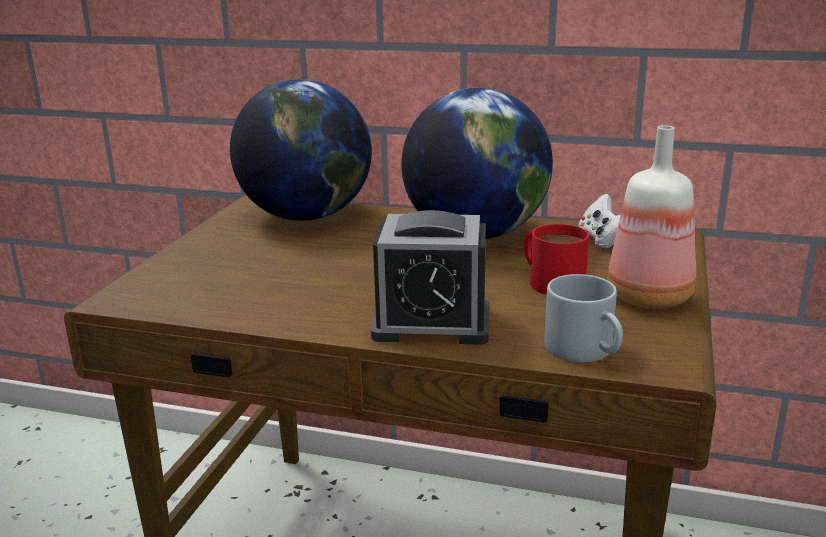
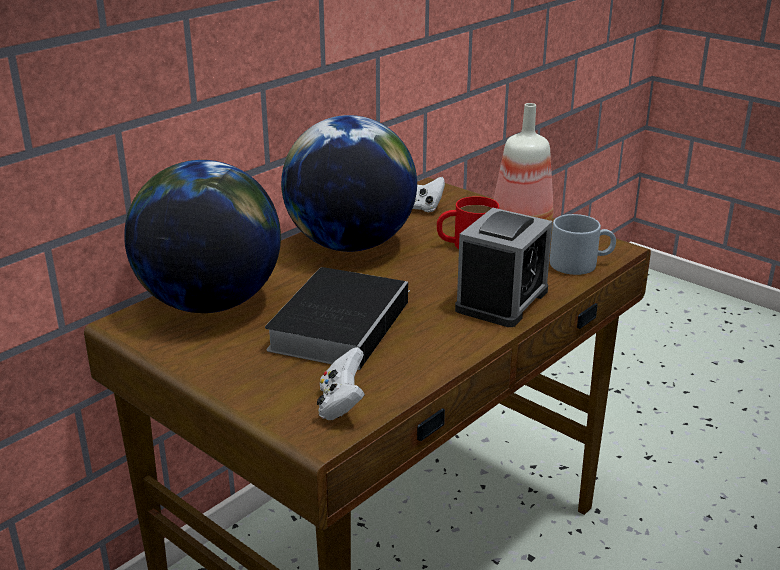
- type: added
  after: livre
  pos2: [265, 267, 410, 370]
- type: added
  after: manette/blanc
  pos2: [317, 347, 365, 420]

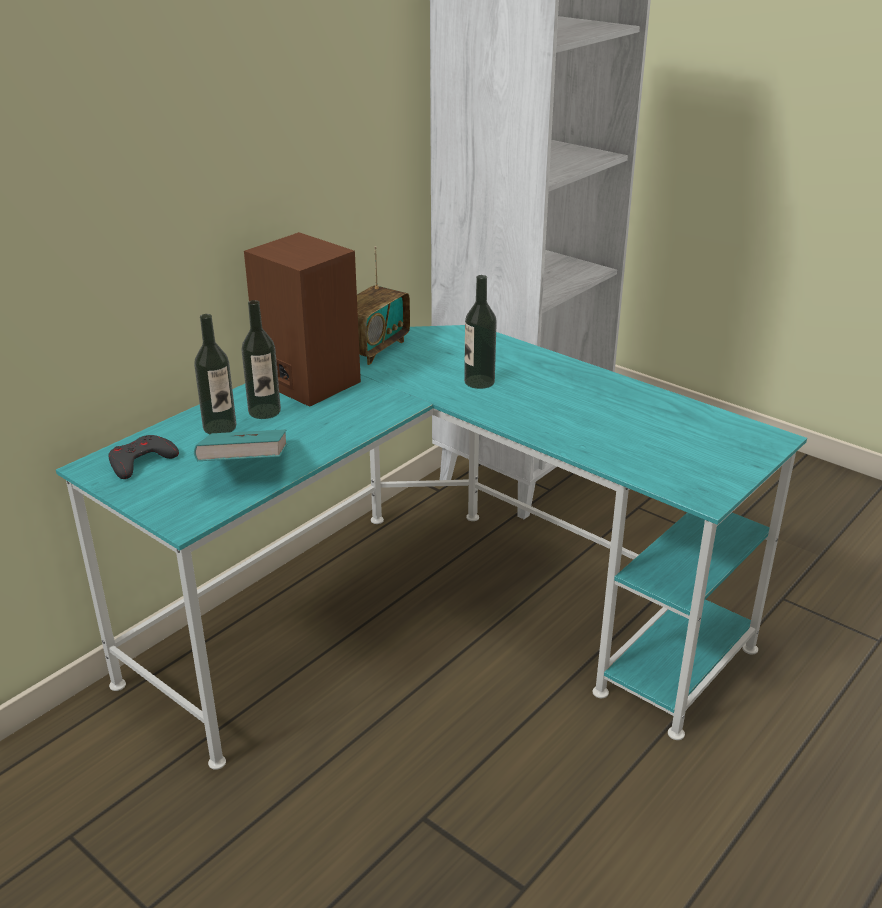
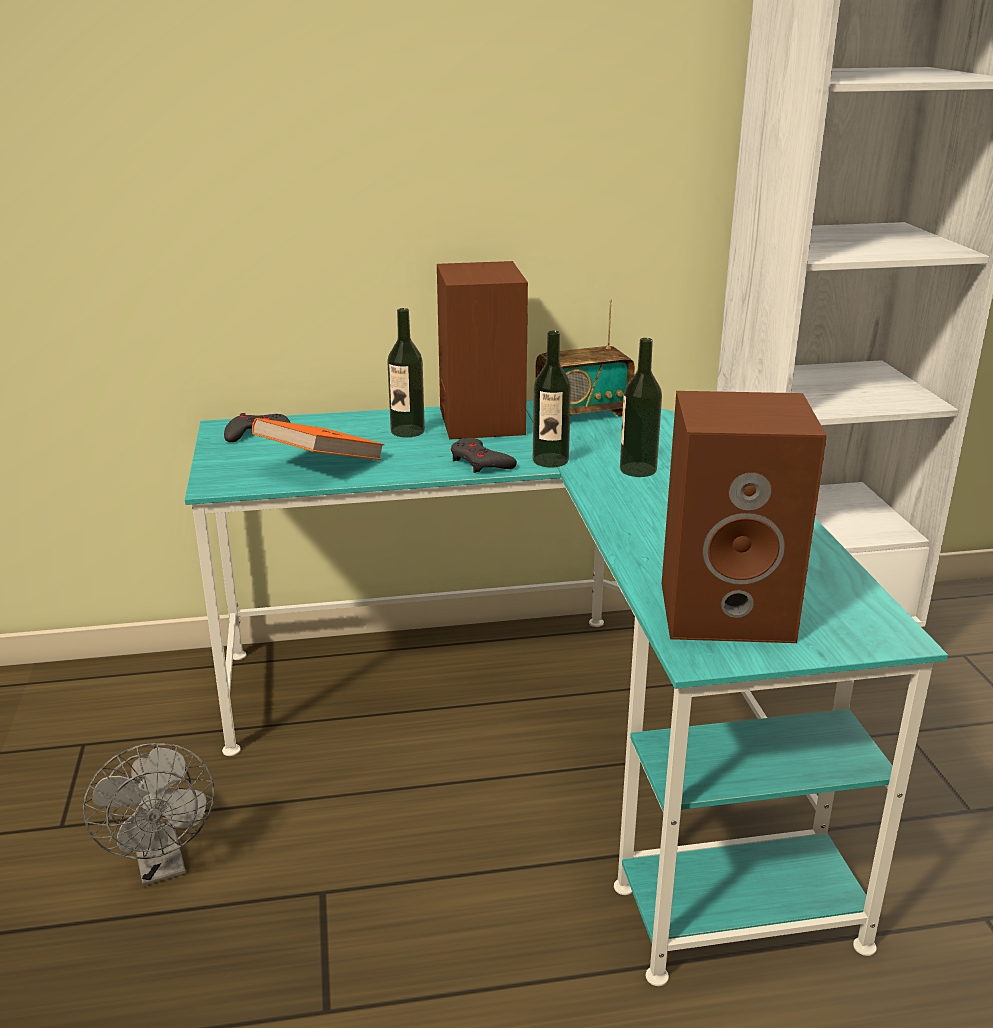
- type: moved
  before: bouteille
  pos1: [194, 314, 236, 434]
  pos2: [533, 330, 571, 468]
- type: recoloured
  before: livre/turquoise
  after: livre/orange
  pos1: [194, 429, 287, 461]
  pos2: [252, 418, 385, 460]
- type: added
  after: ventilateur/gris
  pos2: [83, 743, 215, 886]
- type: added
  after: manette/gris
  pos2: [451, 438, 517, 473]
- type: added
  after: enceinte/marron
  pos2: [662, 391, 827, 643]

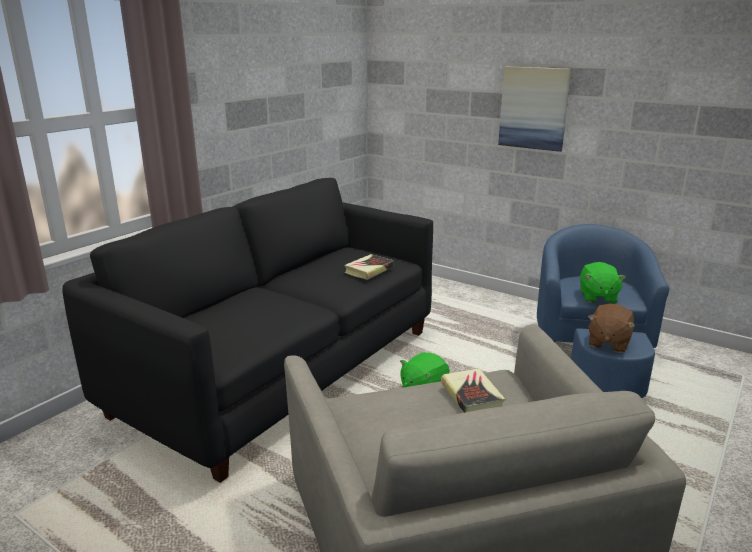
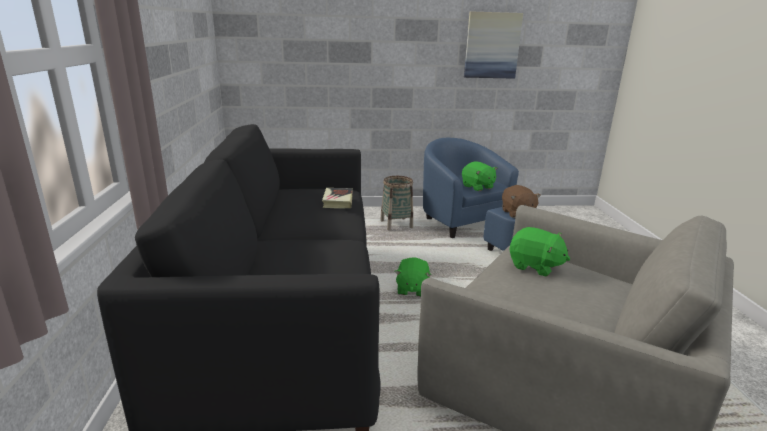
- type: replaced
  before: livre
  after: peluche/vert
  pos1: [441, 368, 505, 413]
  pos2: [510, 227, 570, 276]
- type: moved
  before: tableau
  pos1: [498, 66, 571, 152]
  pos2: [464, 11, 523, 79]
- type: added
  after: panier
  pos2: [380, 176, 413, 231]

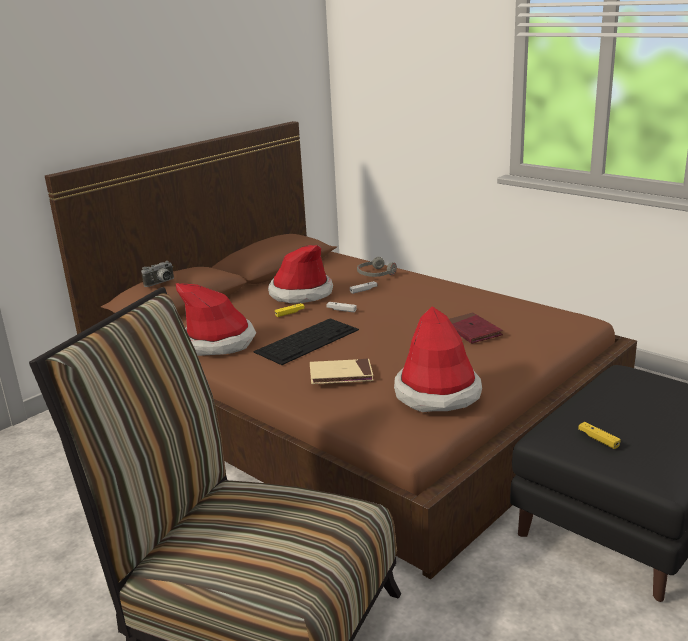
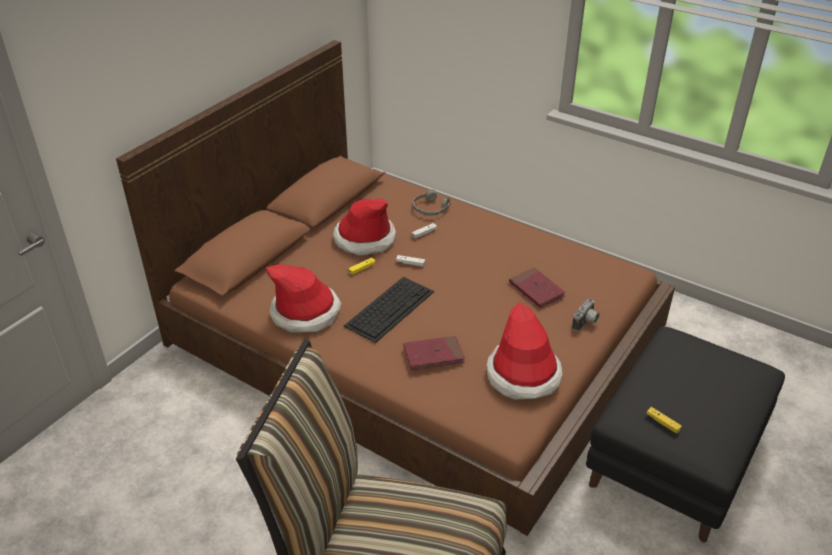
- type: moved
  before: appareil photo
  pos1: [141, 261, 174, 287]
  pos2: [572, 299, 599, 331]
- type: recoloured
  before: livre/beige
  after: livre/rouge
  pos1: [310, 358, 373, 384]
  pos2: [403, 336, 465, 370]

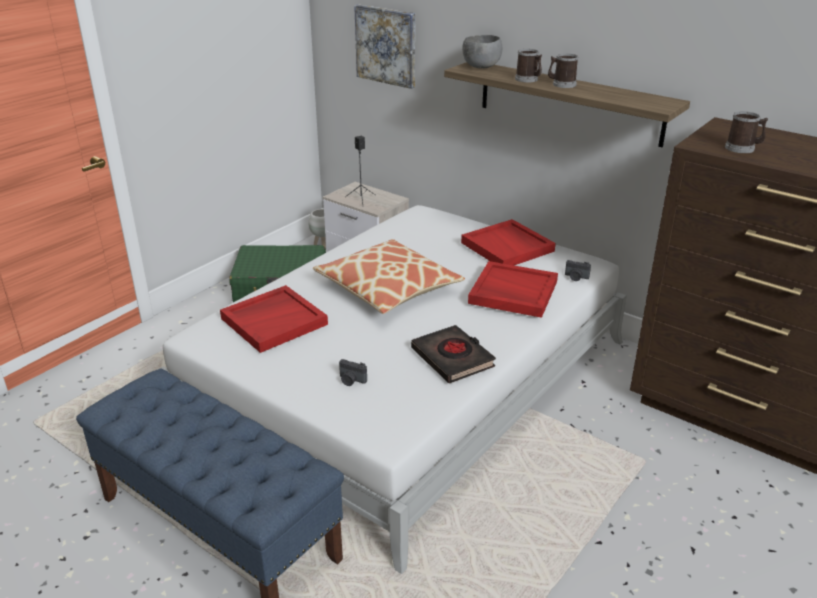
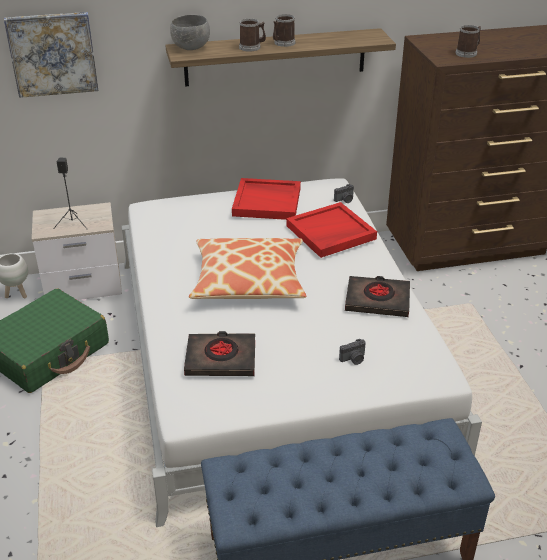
- type: replaced
  before: plateau/rouge
  after: livre/noir
  pos1: [220, 285, 328, 353]
  pos2: [184, 331, 255, 376]

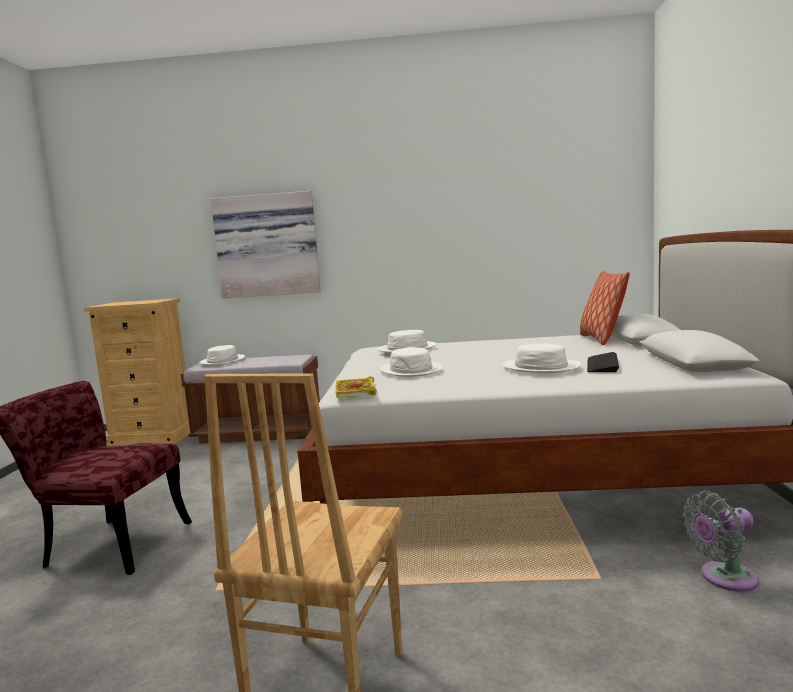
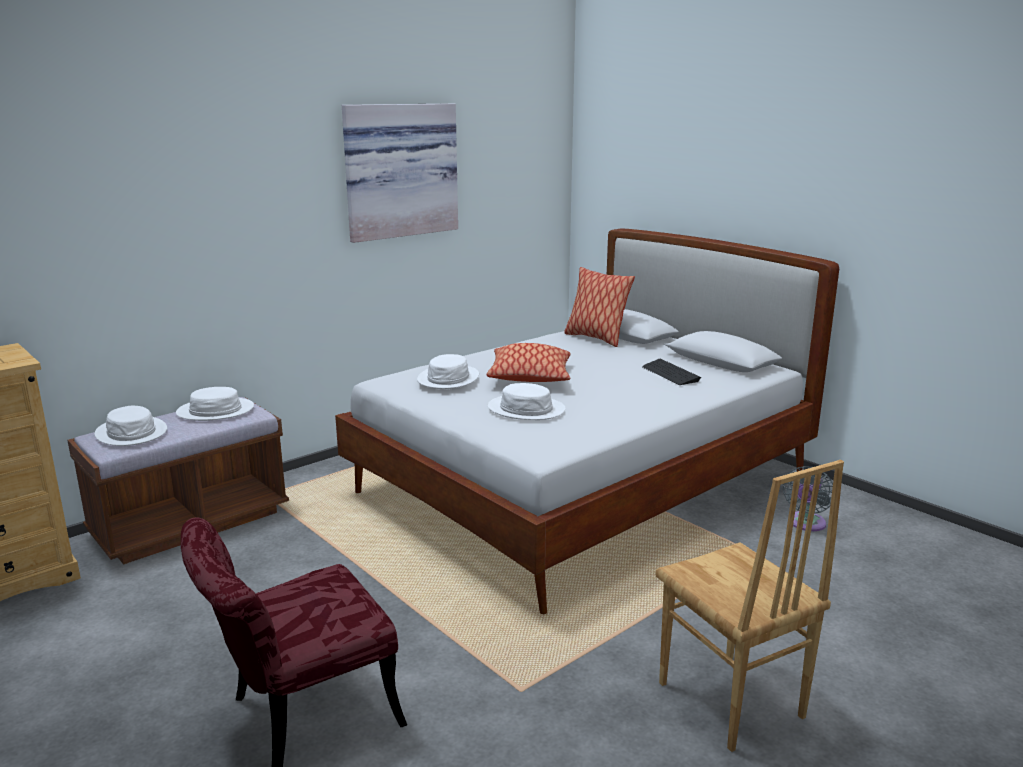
- type: moved
  before: tableau
  pos1: [211, 191, 321, 298]
  pos2: [342, 103, 458, 243]
- type: removed
  before: livre
  pos1: [335, 376, 377, 398]
- type: moved
  before: chapeau/blanc
  pos1: [502, 344, 581, 373]
  pos2: [176, 387, 254, 421]
- type: added
  after: coussin
  pos2: [487, 343, 571, 382]

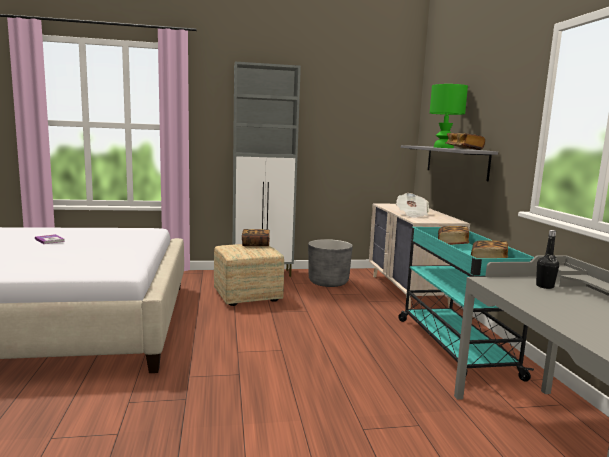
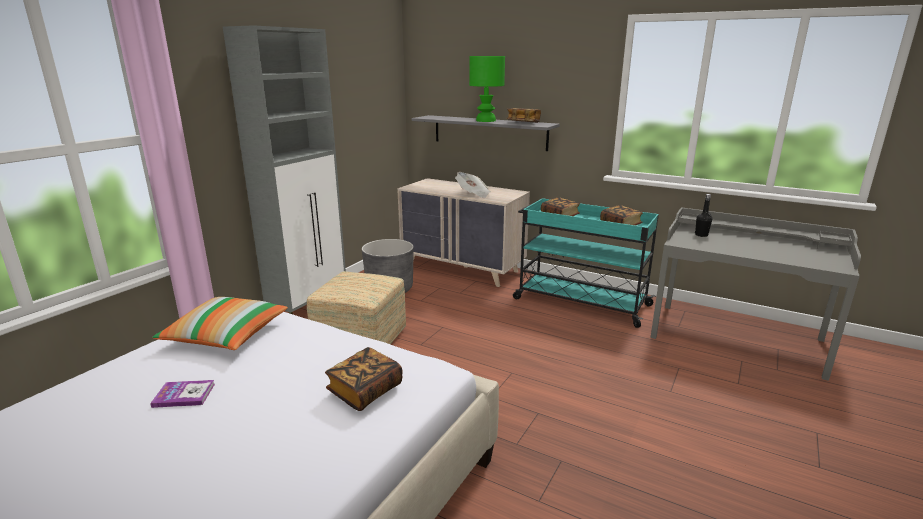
- type: moved
  before: livre
  pos1: [242, 229, 270, 246]
  pos2: [325, 347, 402, 411]
- type: added
  after: coussin
  pos2: [152, 297, 288, 350]

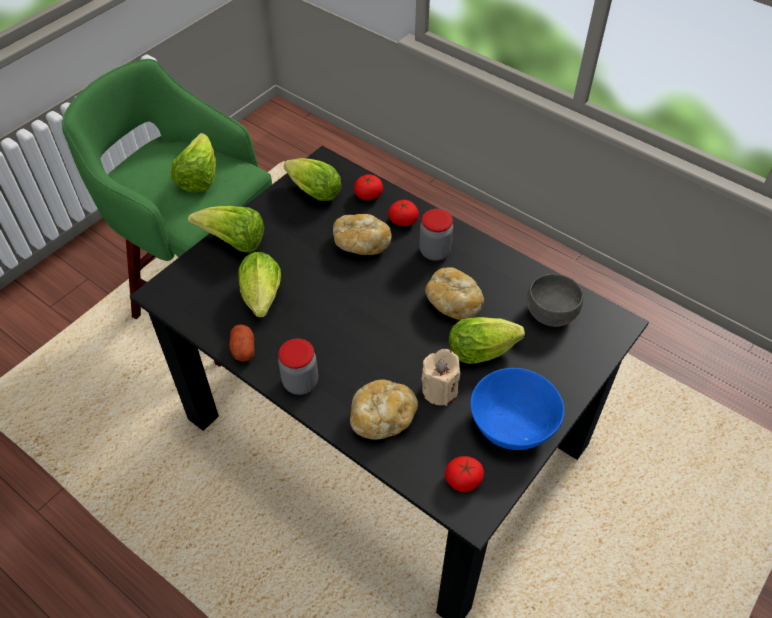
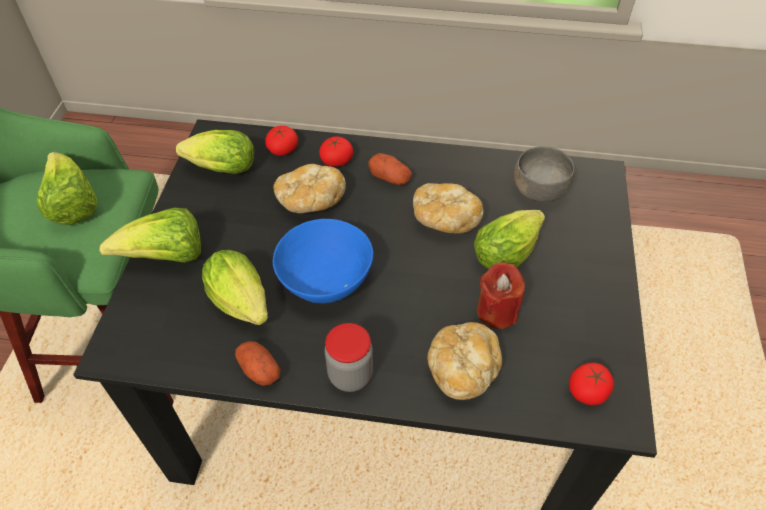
- type: replaced
  before: bocal
  after: pomme de terre
  pos1: [419, 209, 453, 261]
  pos2: [368, 153, 412, 185]
- type: recoloured
  before: bougie/beige
  after: bougie/rouge
  pos1: [422, 349, 460, 406]
  pos2: [477, 262, 525, 329]
- type: moved
  before: bol/bleu
  pos1: [470, 368, 564, 450]
  pos2: [273, 219, 374, 303]

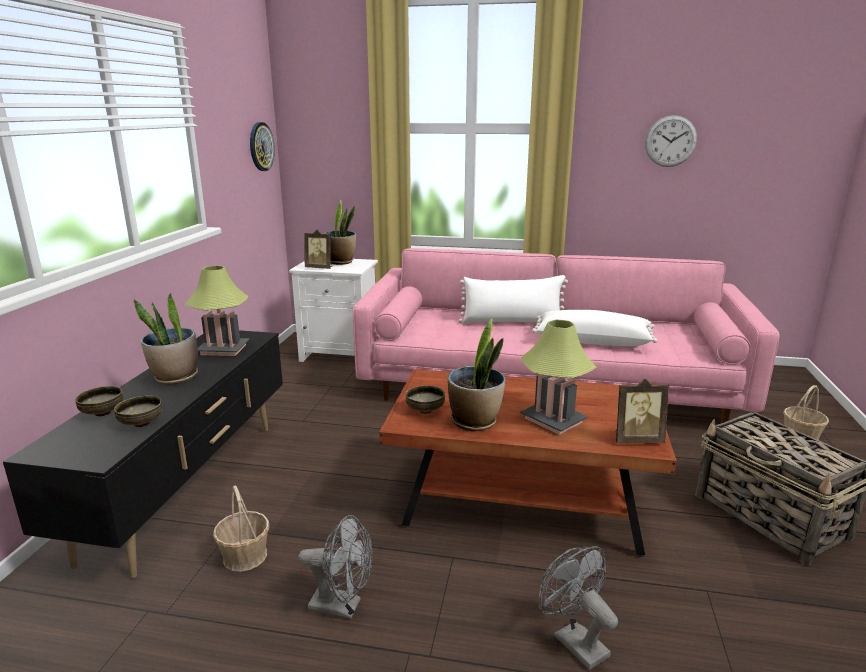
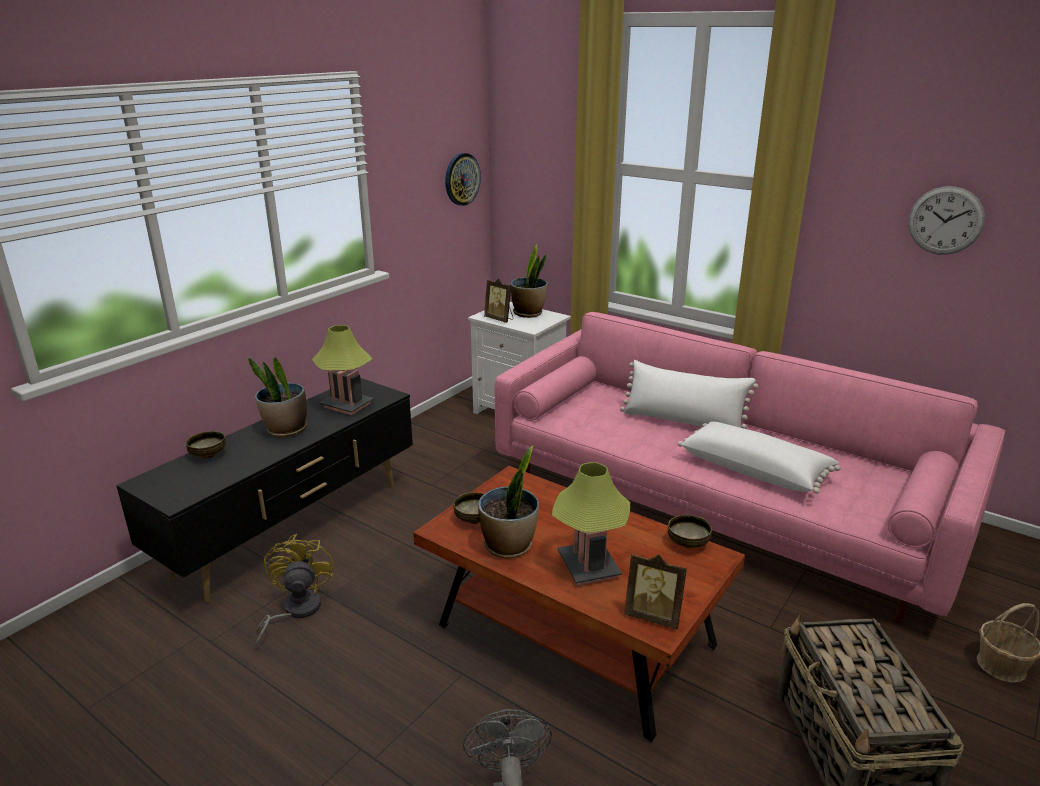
- type: moved
  before: bol
  pos1: [114, 395, 163, 427]
  pos2: [668, 515, 712, 548]
- type: replaced
  before: panier
  after: ventilateur/jaune
  pos1: [213, 485, 269, 572]
  pos2: [254, 534, 334, 650]
- type: removed
  before: ventilateur/gris
  pos1: [298, 515, 373, 619]

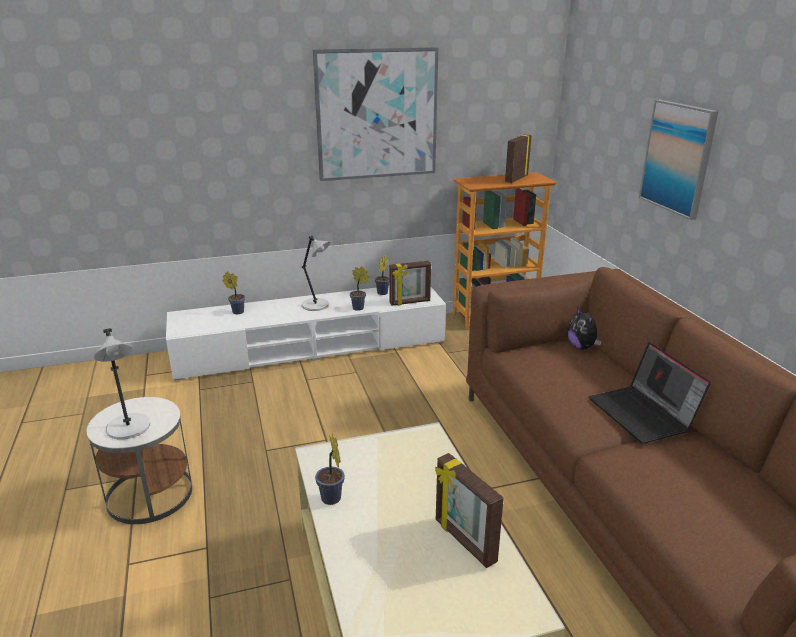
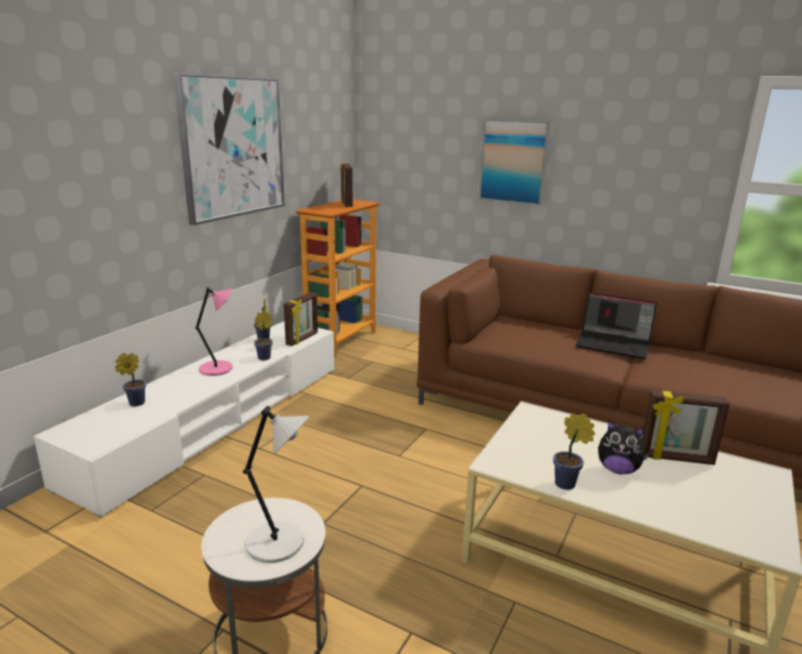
- type: recoloured
  before: lampe de table/gris
  after: lampe de table/rose
  pos1: [302, 235, 330, 311]
  pos2: [196, 287, 233, 376]
- type: moved
  before: peluche
  pos1: [568, 307, 602, 350]
  pos2: [598, 420, 649, 474]

